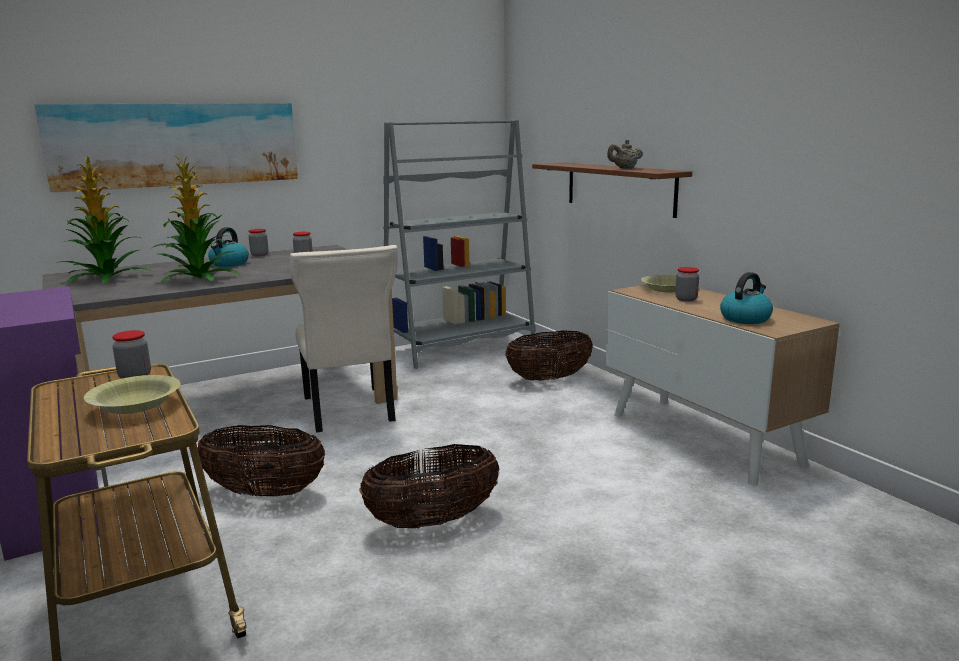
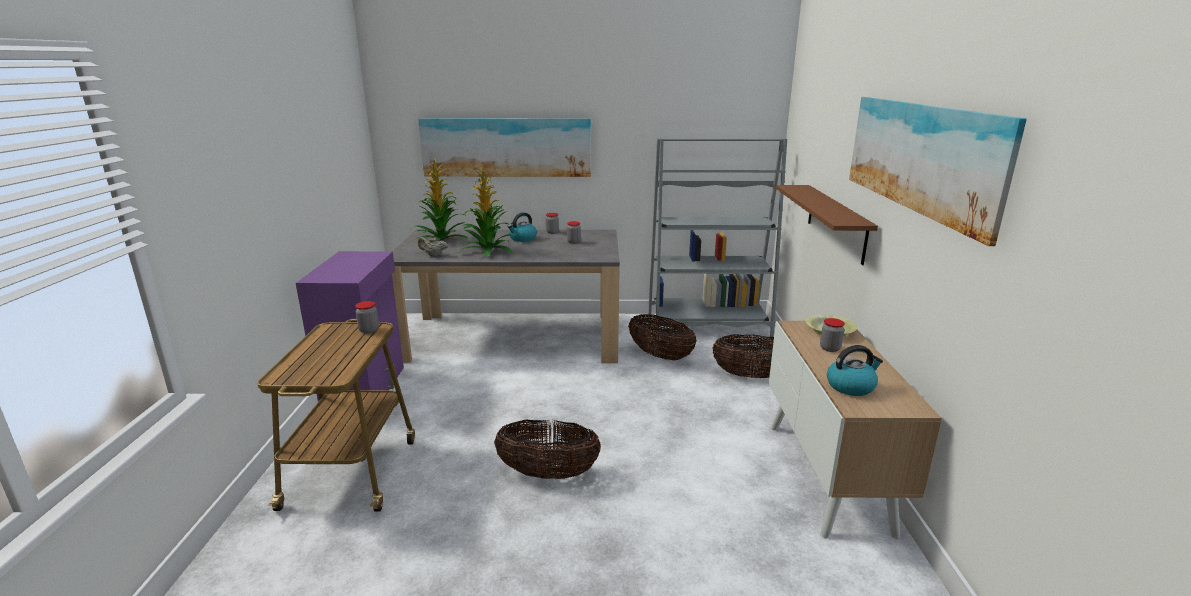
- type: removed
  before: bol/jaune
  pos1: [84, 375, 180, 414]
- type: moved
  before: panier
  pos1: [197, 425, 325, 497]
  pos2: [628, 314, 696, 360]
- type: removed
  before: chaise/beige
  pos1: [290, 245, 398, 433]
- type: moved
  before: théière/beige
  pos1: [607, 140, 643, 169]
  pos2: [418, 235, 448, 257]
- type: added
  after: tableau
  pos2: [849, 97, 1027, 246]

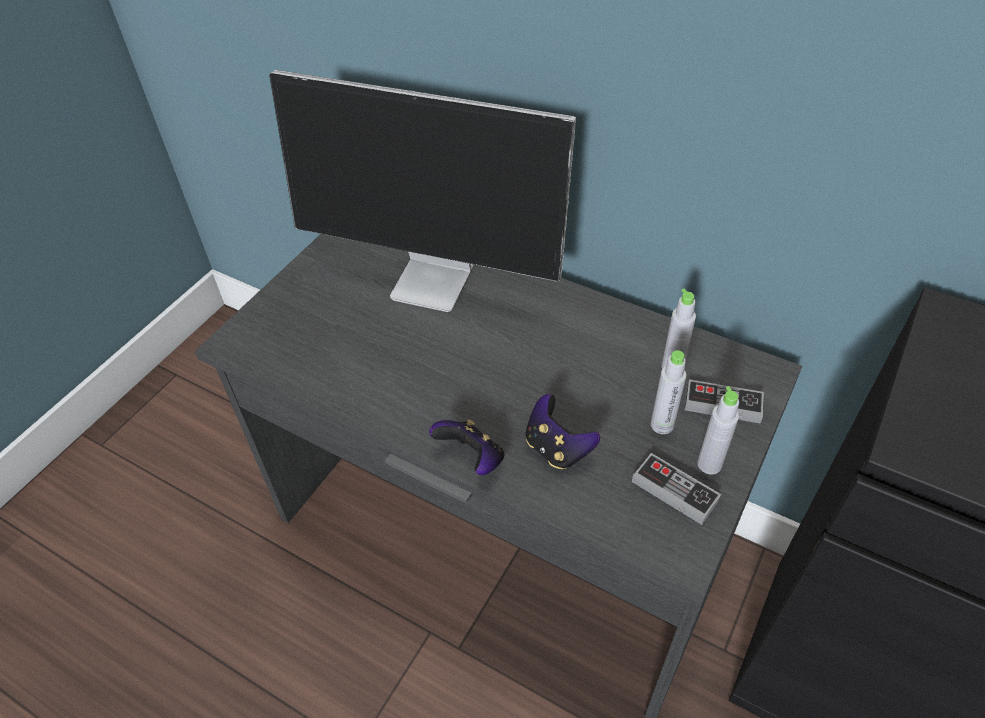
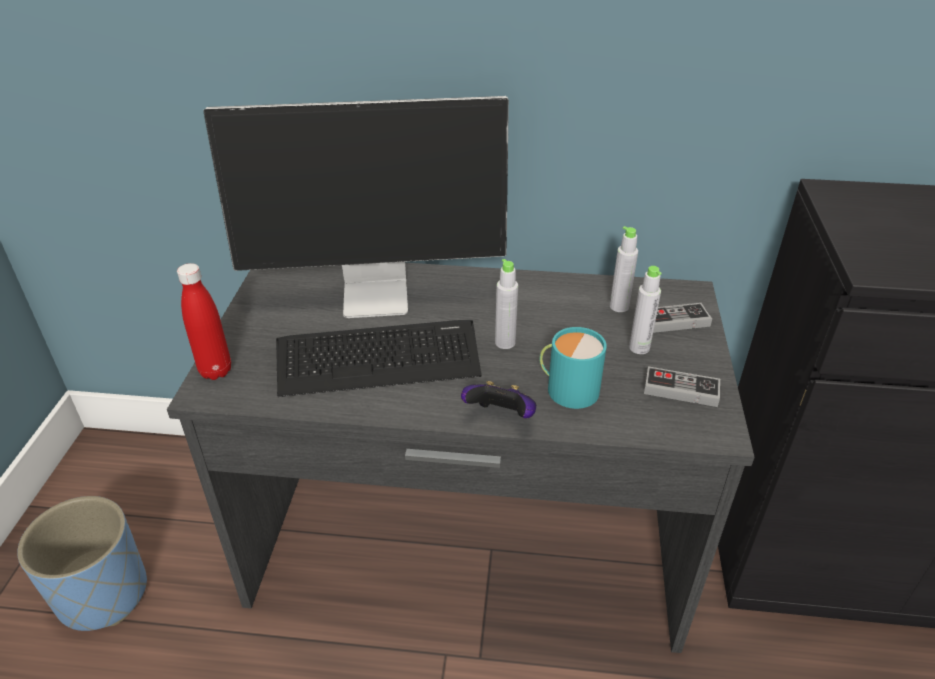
- type: replaced
  before: manette
  after: mug/turquoise
  pos1: [526, 394, 600, 469]
  pos2: [540, 327, 607, 409]
- type: moved
  before: bouteille/gris
  pos1: [697, 386, 739, 474]
  pos2: [495, 259, 518, 349]
- type: added
  after: cache-pot/bleu
  pos2: [17, 496, 147, 631]
- type: added
  after: bouteille/rouge
  pos2: [177, 263, 231, 380]
- type: added
  after: clavier
  pos2: [276, 320, 482, 397]

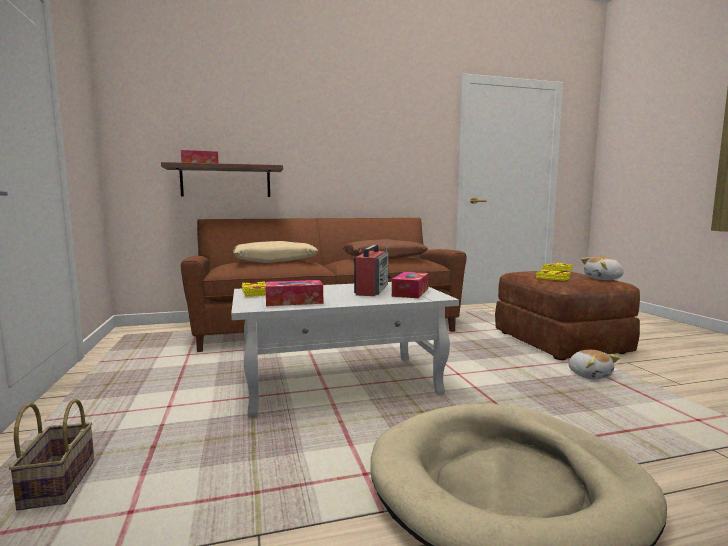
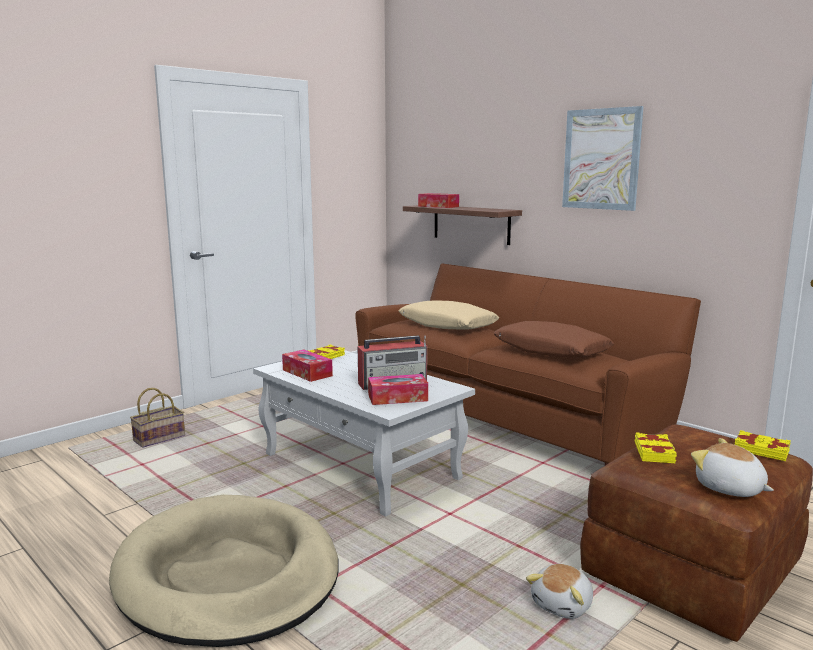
- type: added
  after: tableau
  pos2: [562, 106, 644, 211]

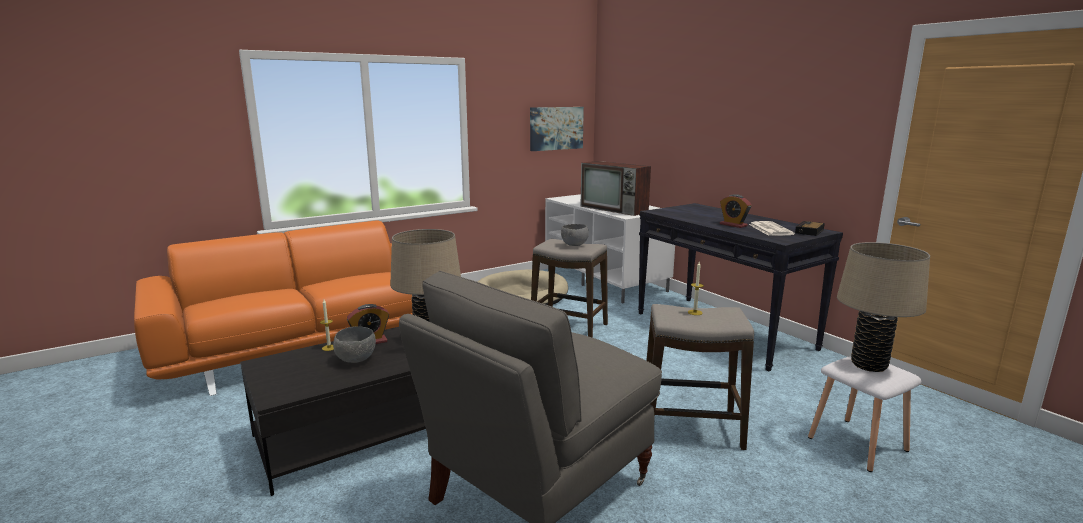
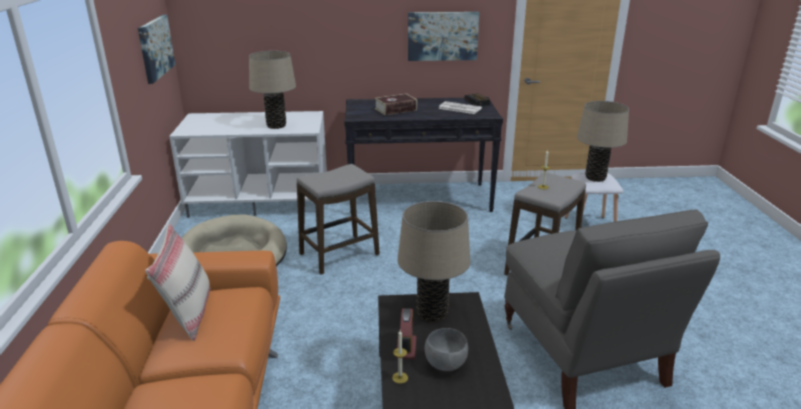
- type: removed
  before: bol/gris
  pos1: [561, 224, 589, 246]
- type: replaced
  before: téléviseur
  after: lampe de table/beige
  pos1: [580, 161, 651, 216]
  pos2: [249, 51, 296, 129]
- type: removed
  before: réveil
  pos1: [720, 194, 752, 228]
- type: added
  after: coussin/beige
  pos2: [145, 224, 211, 341]
- type: added
  after: livre
  pos2: [375, 94, 417, 115]
- type: added
  after: tableau
  pos2: [408, 12, 479, 61]

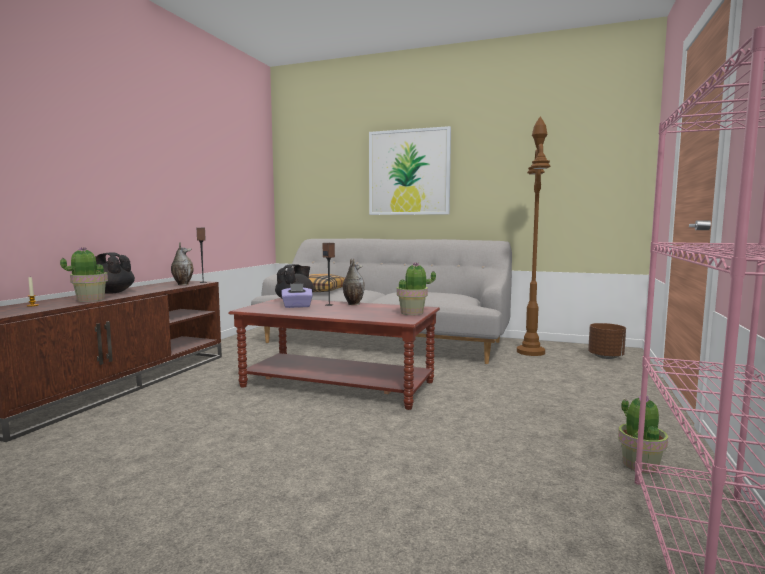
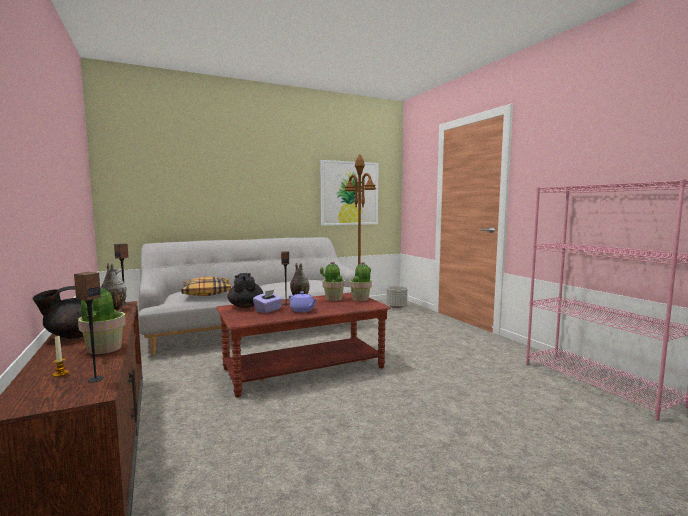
- type: moved
  before: tableau
  pos1: [369, 126, 451, 215]
  pos2: [321, 160, 379, 225]
- type: recoloured
  before: cache-pot/marron
  after: cache-pot/gris
  pos1: [588, 323, 626, 359]
  pos2: [387, 286, 407, 308]
- type: moved
  before: plante en pot
  pos1: [618, 395, 668, 474]
  pos2: [320, 262, 345, 301]
- type: added
  after: enceinte
  pos2: [74, 272, 104, 383]
- type: added
  after: théière/violet
  pos2: [289, 291, 318, 312]

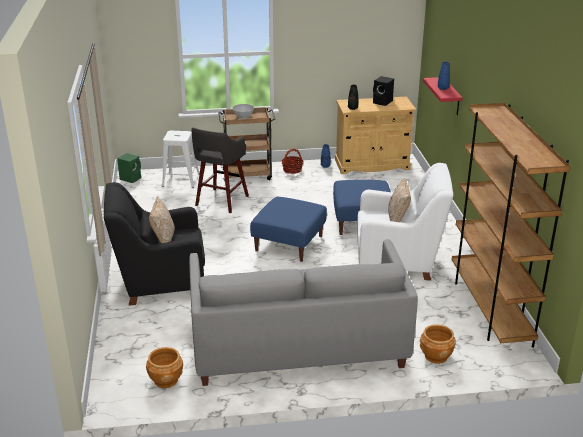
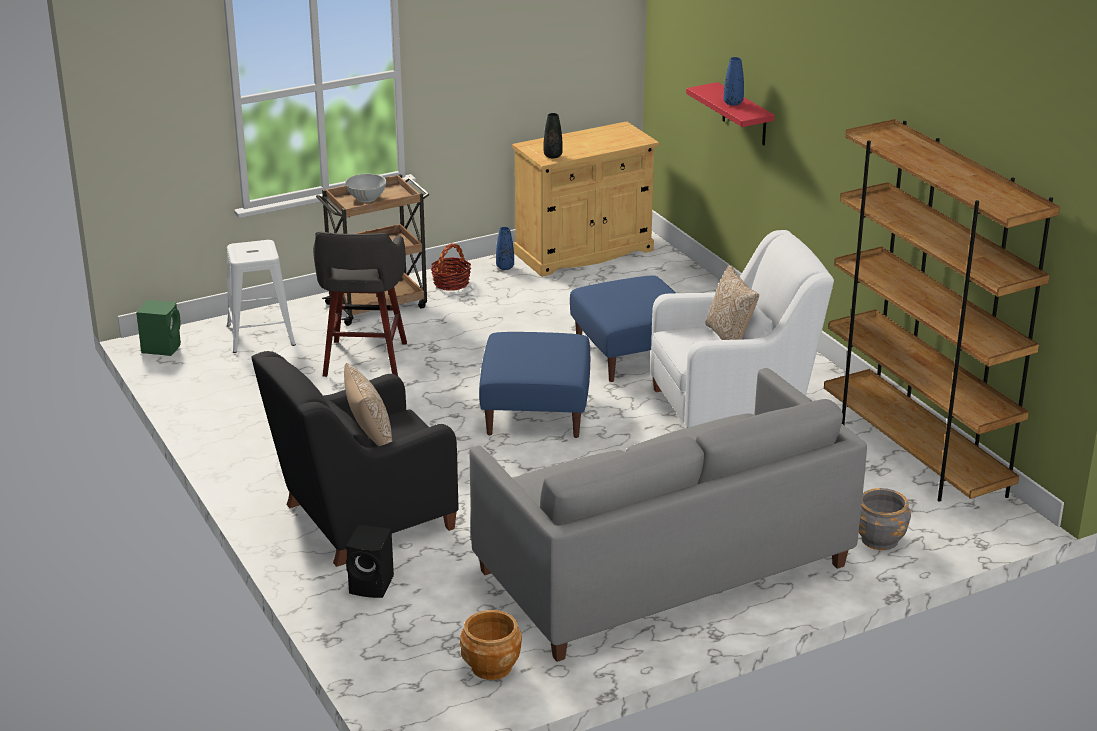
- type: moved
  before: enceinte/noir
  pos1: [373, 76, 394, 106]
  pos2: [346, 525, 394, 598]
- type: recoloured
  before: cache-pot/marron
  after: cache-pot/gris
  pos1: [420, 324, 456, 364]
  pos2: [859, 488, 911, 550]

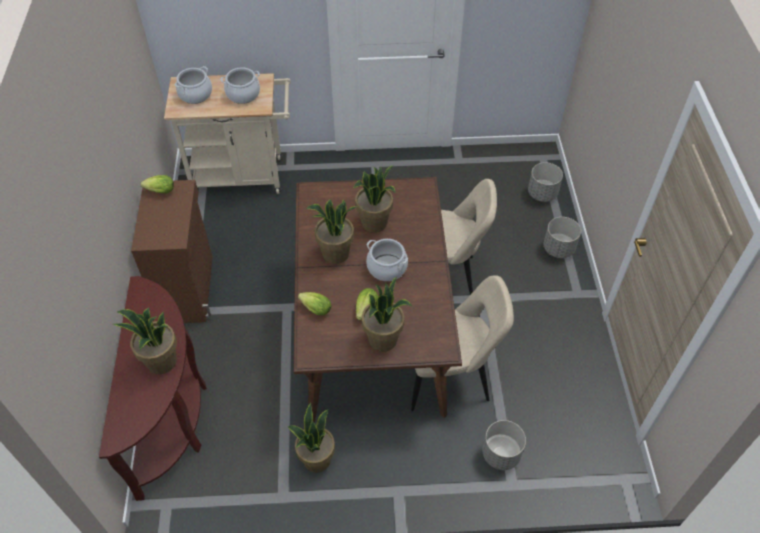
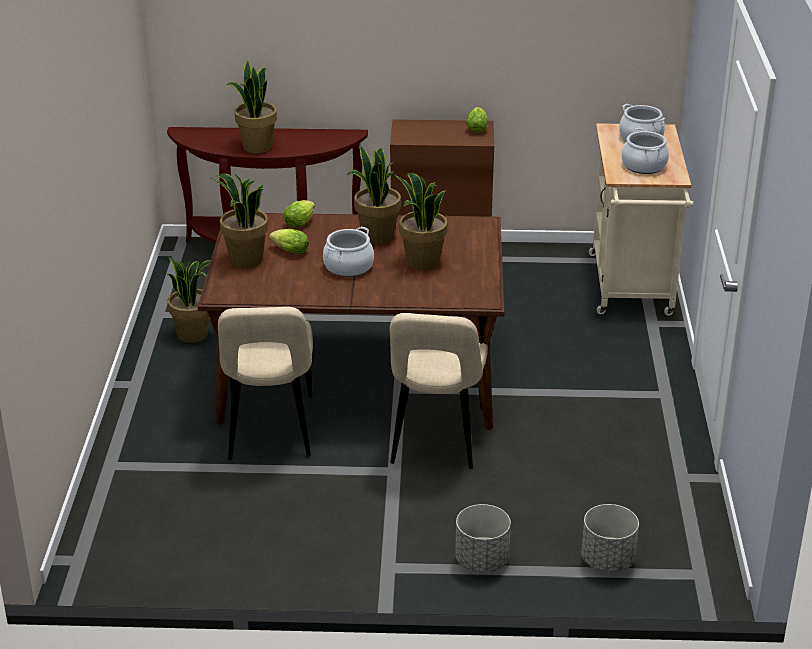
- type: removed
  before: cache-pot/gris
  pos1: [482, 420, 526, 470]

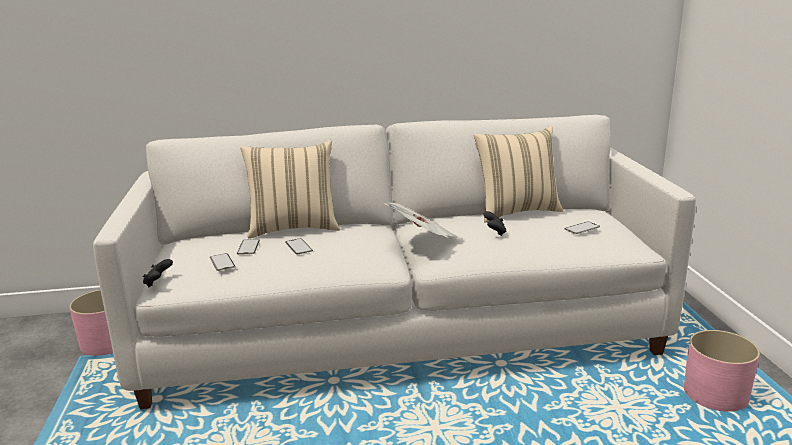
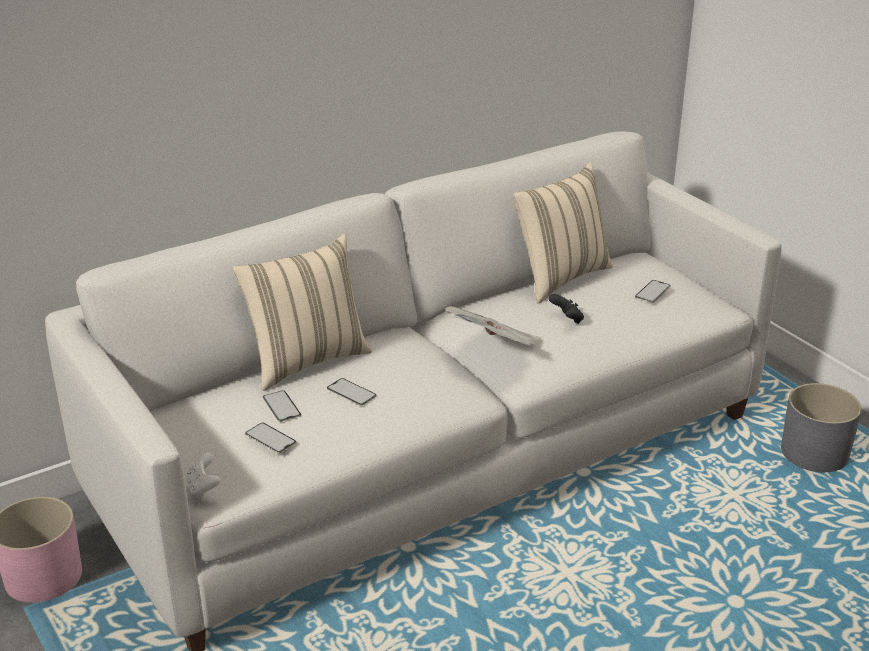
- type: recoloured
  before: manette/noir
  after: manette/blanc
  pos1: [143, 259, 173, 287]
  pos2: [187, 452, 221, 498]
- type: recoloured
  before: cache-pot/rose
  after: cache-pot/gris
  pos1: [684, 330, 760, 412]
  pos2: [781, 383, 862, 472]

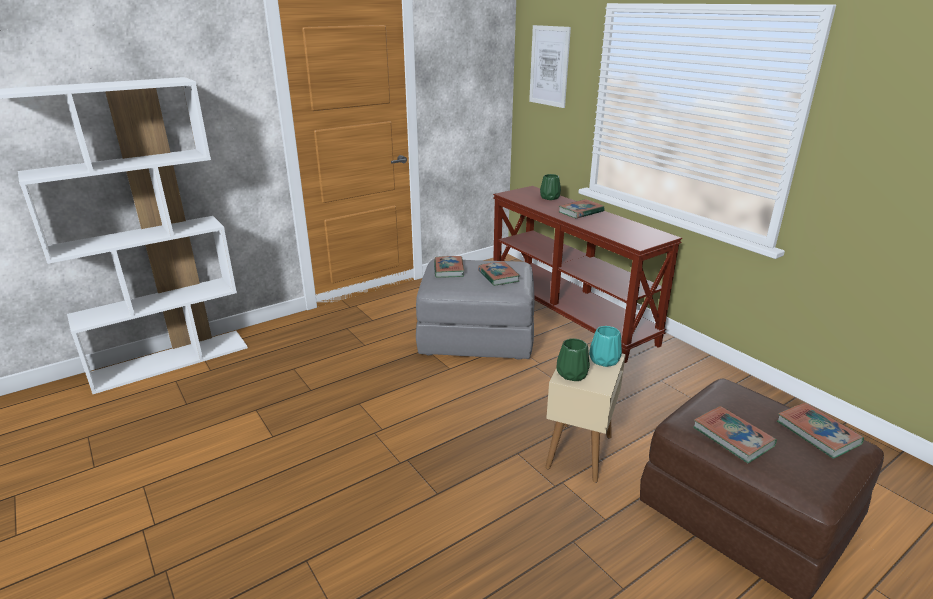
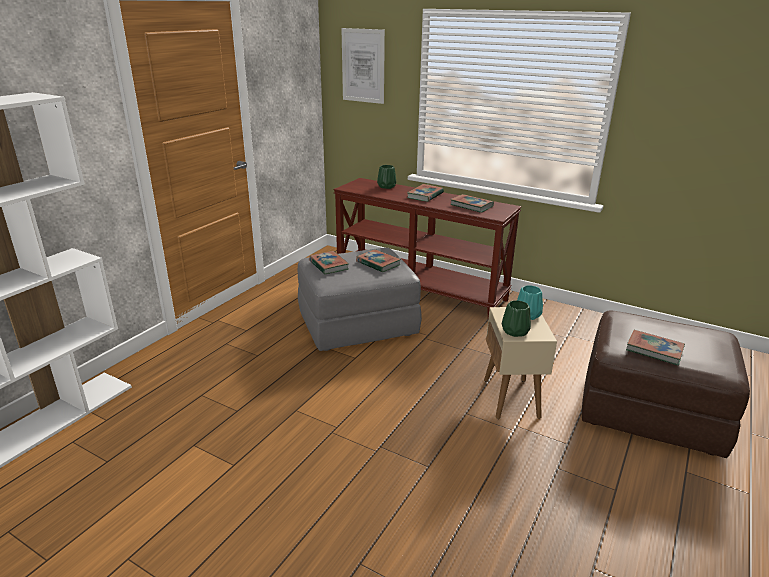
- type: moved
  before: livre
  pos1: [777, 403, 864, 459]
  pos2: [450, 194, 494, 213]

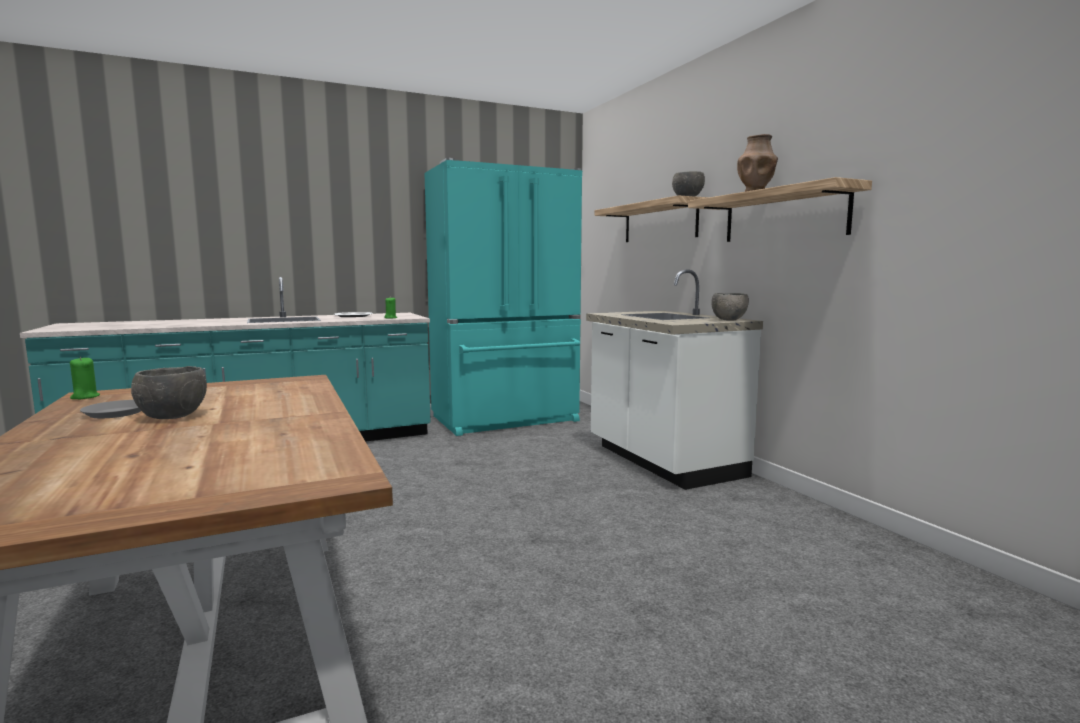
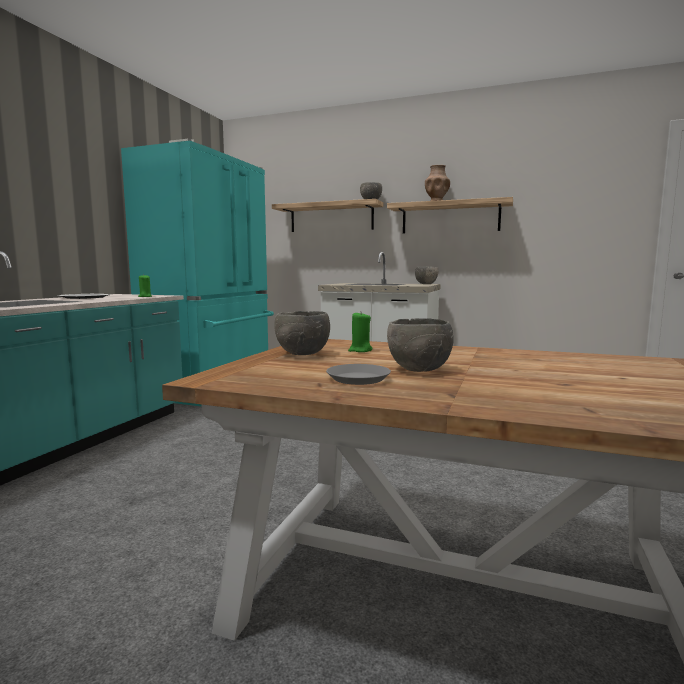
- type: moved
  before: bougie/vert
  pos1: [70, 356, 100, 399]
  pos2: [348, 312, 373, 352]
- type: added
  after: bol/gris
  pos2: [274, 311, 330, 355]

